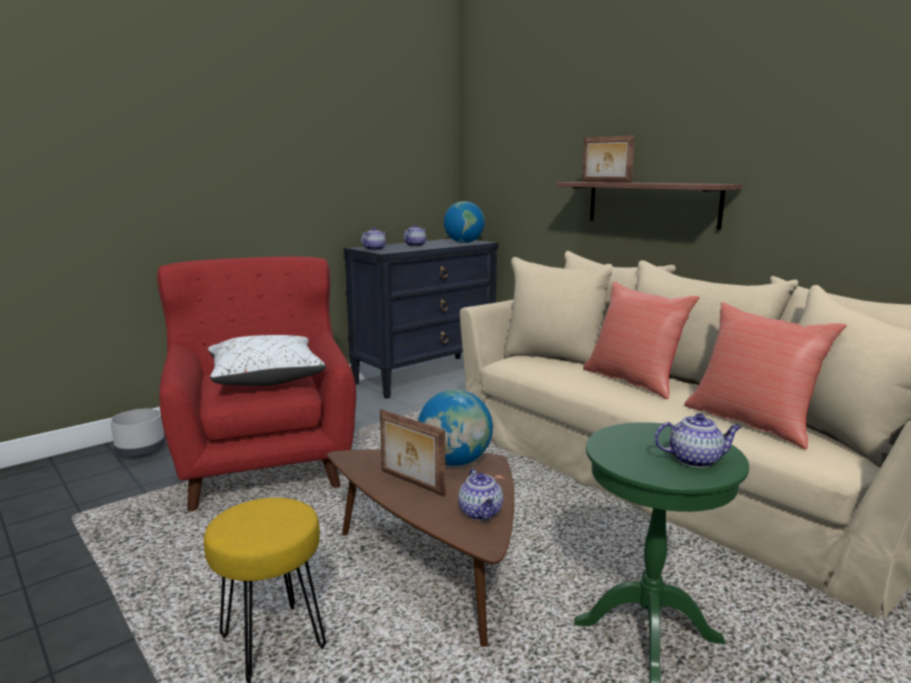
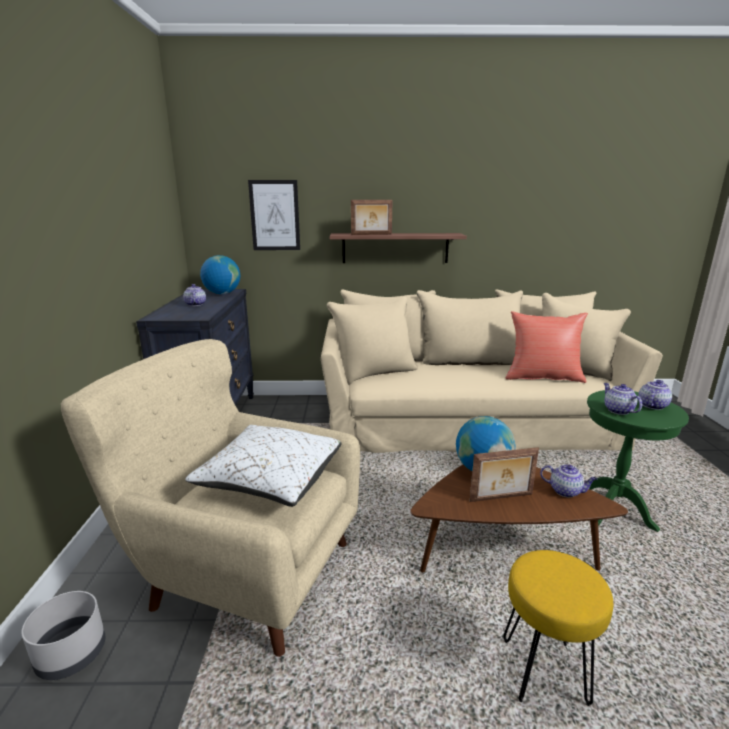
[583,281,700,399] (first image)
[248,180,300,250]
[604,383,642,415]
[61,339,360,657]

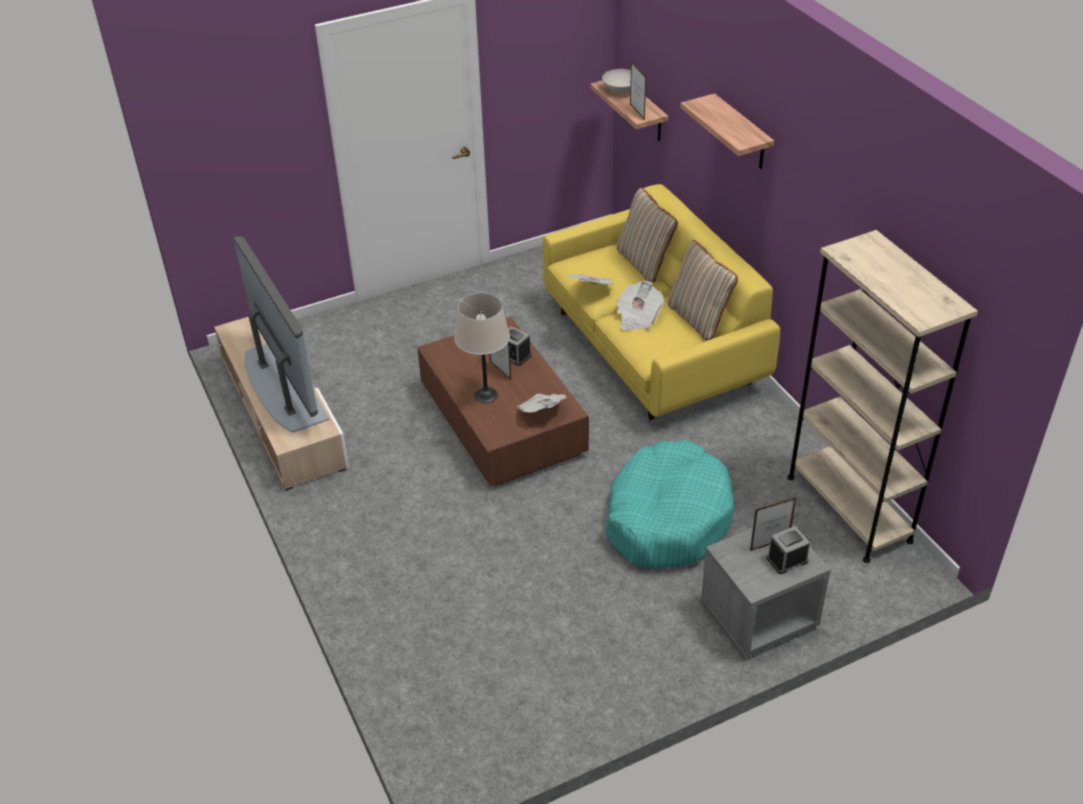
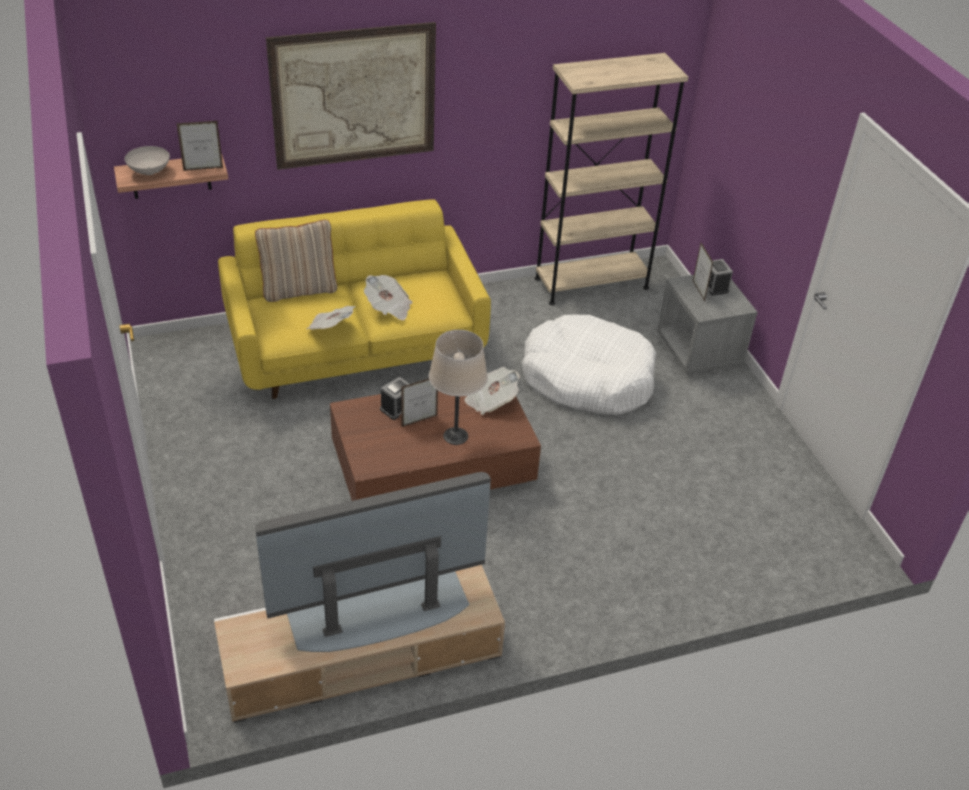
[667,240,738,341] (first image)
[266,22,436,170]
[522,315,656,415]

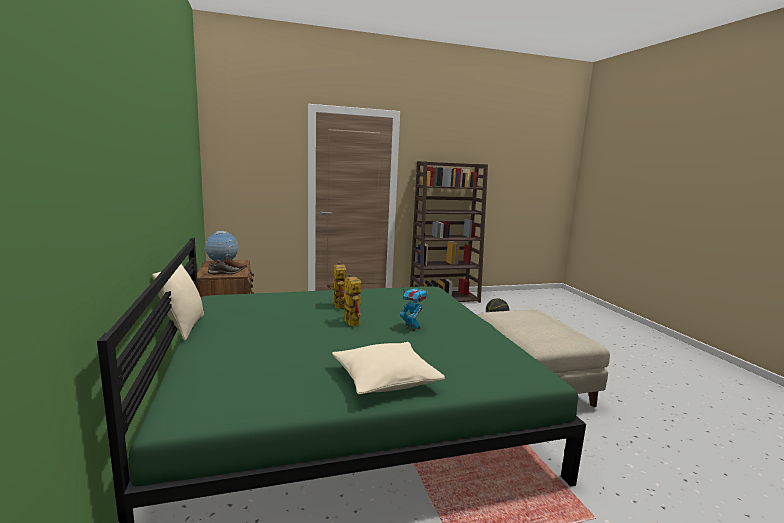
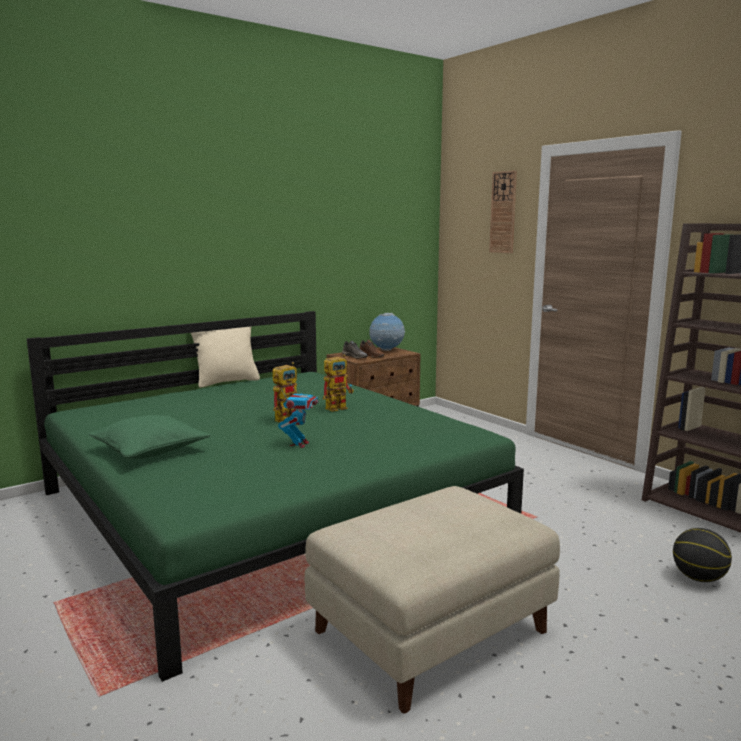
[489,170,517,253]
[89,415,211,459]

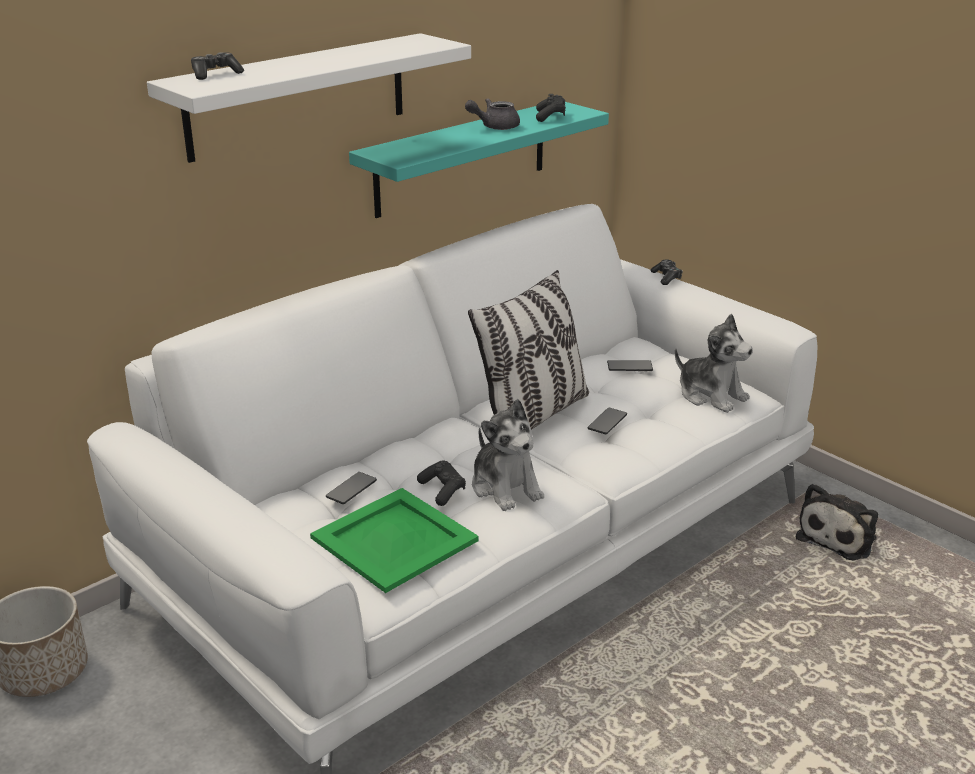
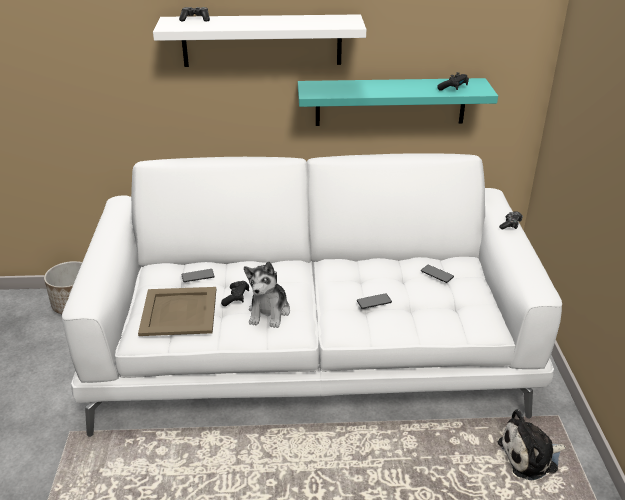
[465,98,520,130] (first image)
[468,270,589,430] (first image)
[675,314,753,413] (first image)
[138,287,216,336]

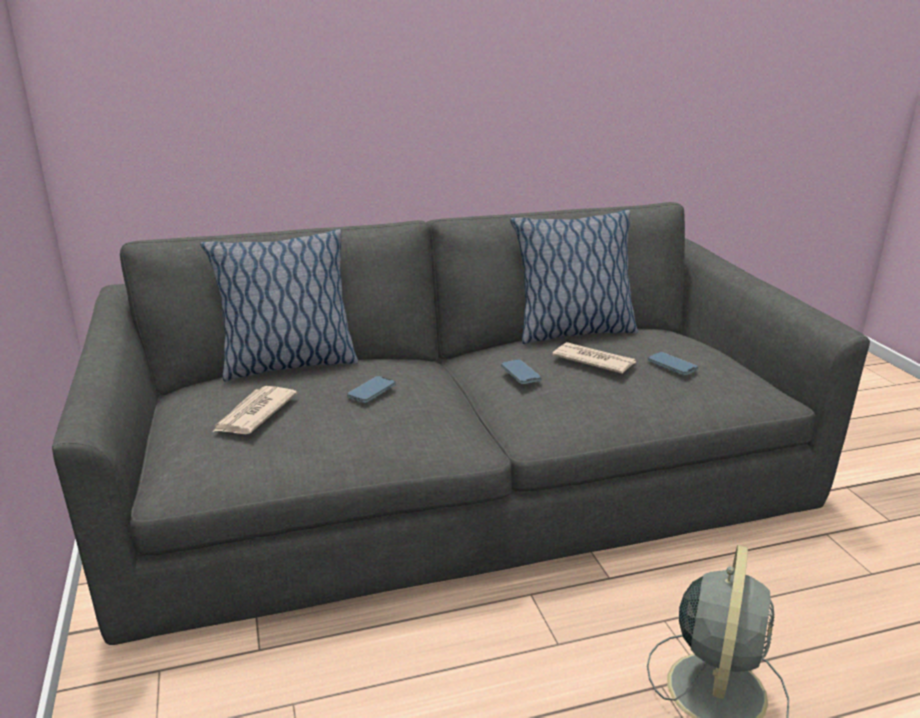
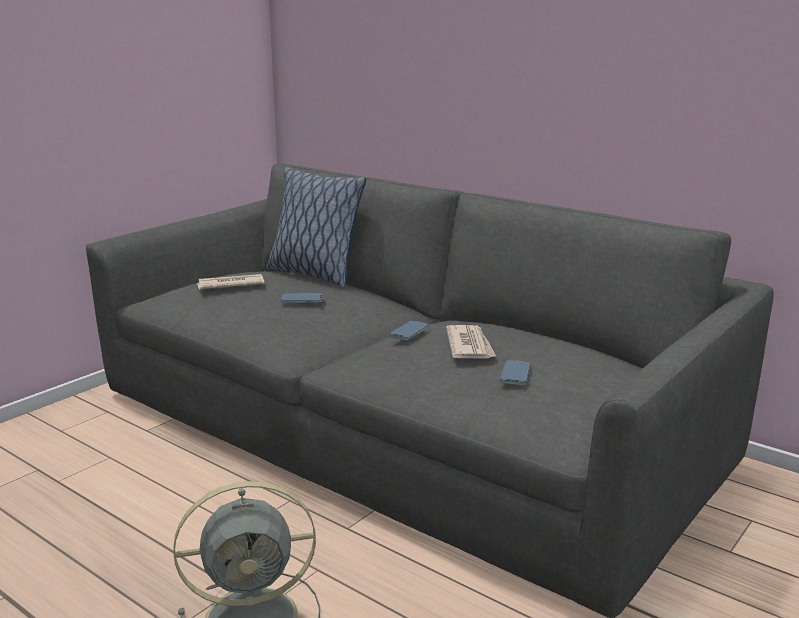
[510,210,638,344] (first image)

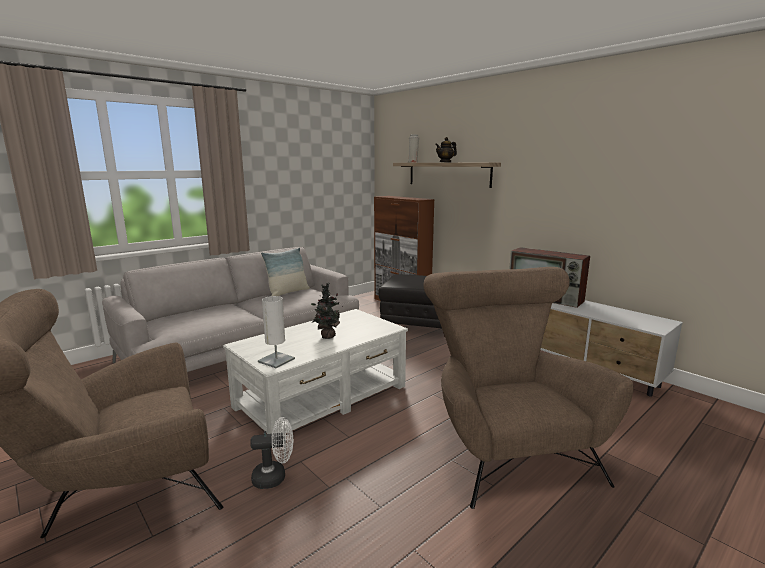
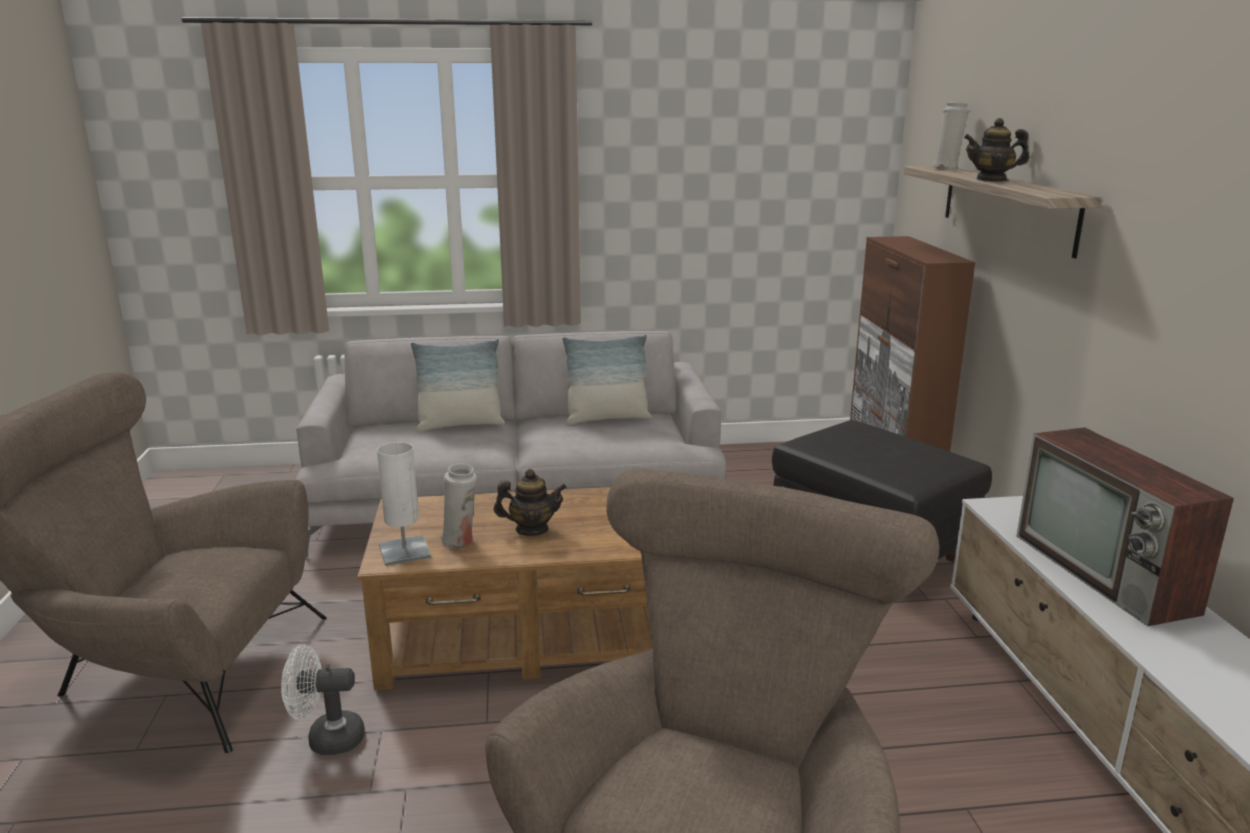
[411,339,505,432]
[441,463,477,548]
[494,469,567,536]
[358,487,652,690]
[281,645,365,755]

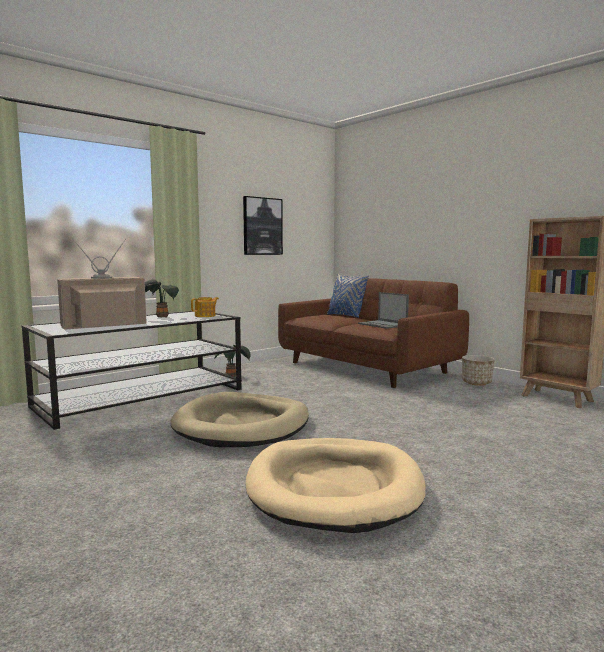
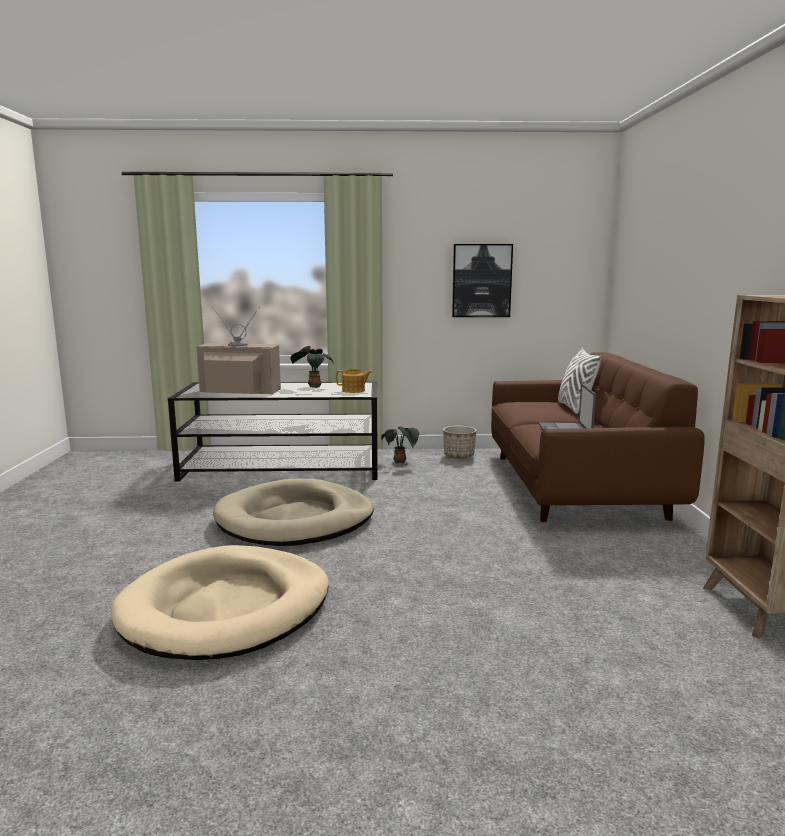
[443,426,476,459]
[558,347,601,414]

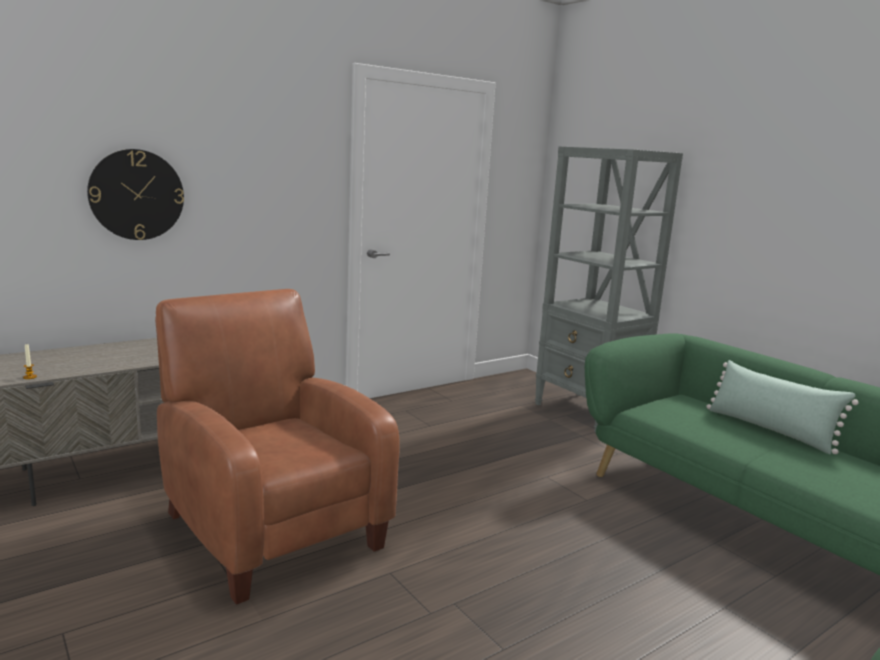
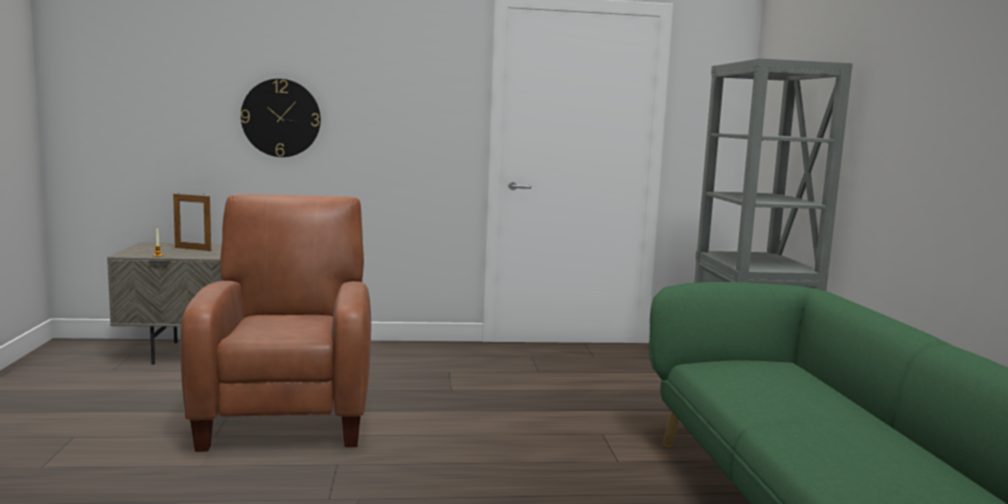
[706,360,859,454] (first image)
[173,192,211,251]

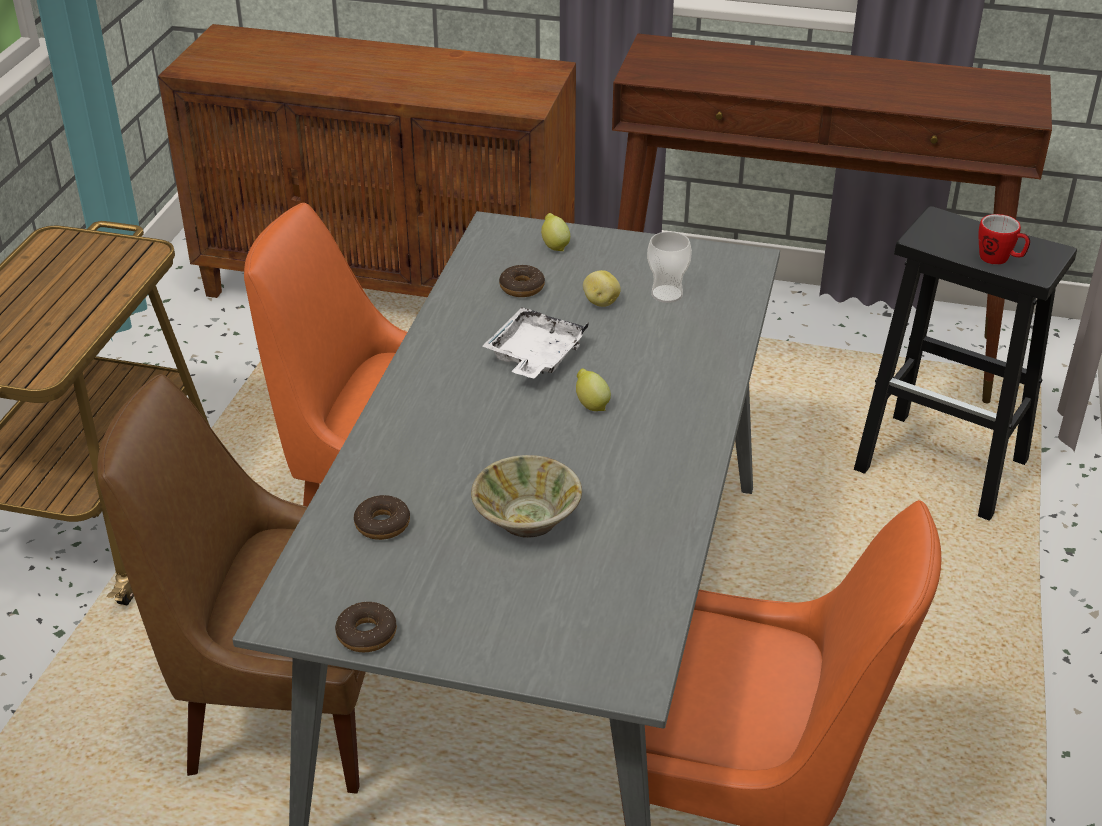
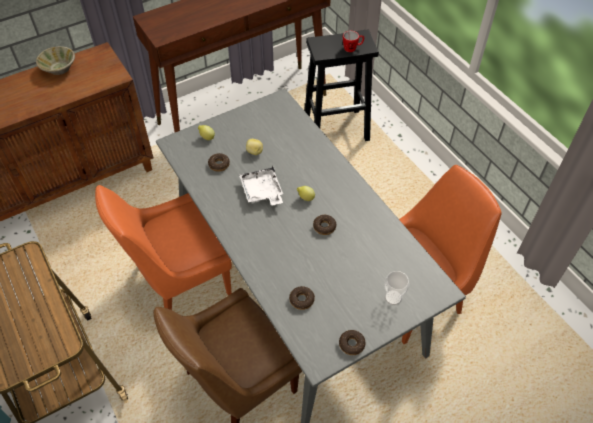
[313,215,336,235]
[36,46,75,75]
[384,271,409,305]

